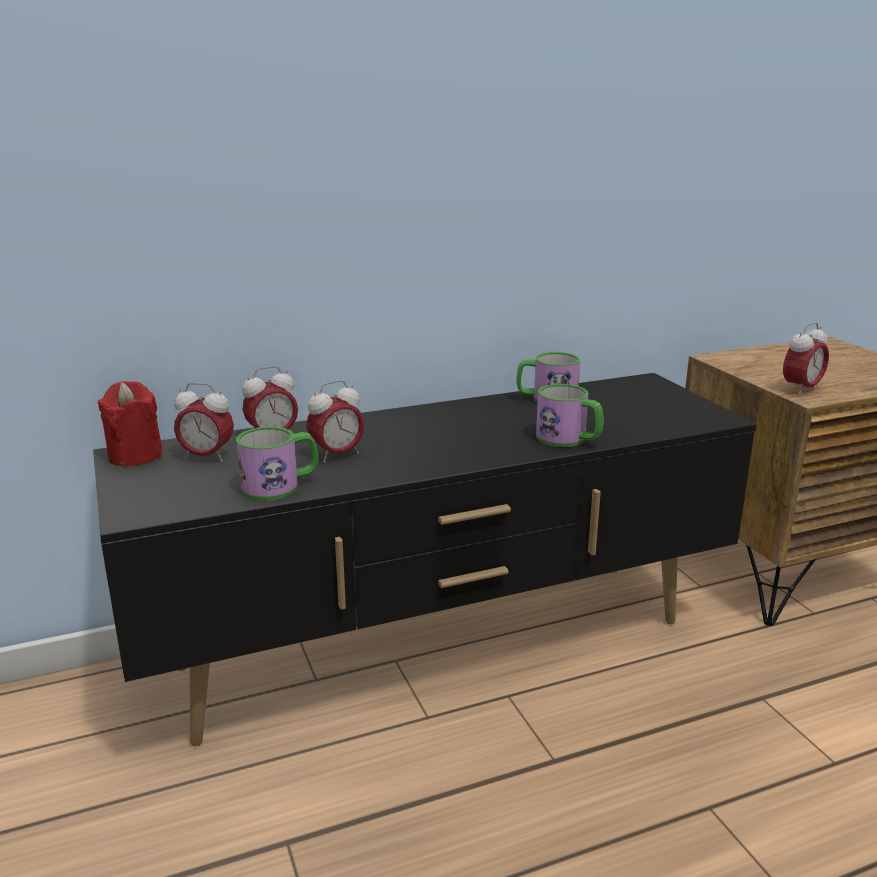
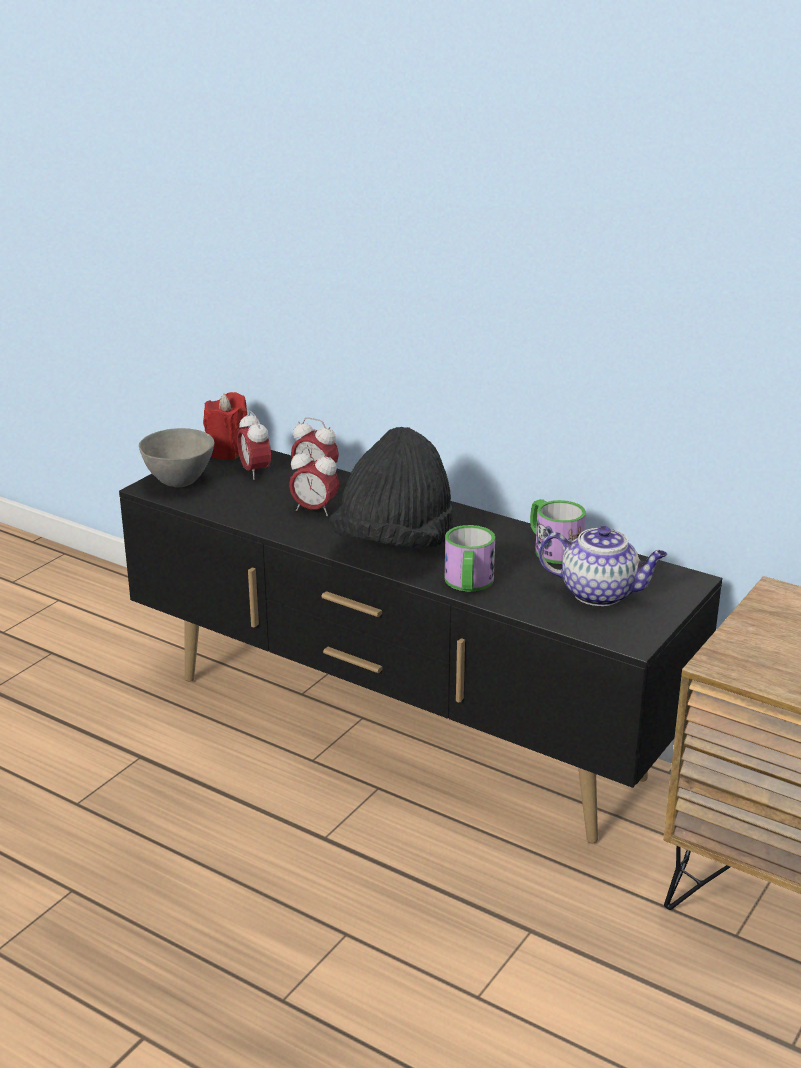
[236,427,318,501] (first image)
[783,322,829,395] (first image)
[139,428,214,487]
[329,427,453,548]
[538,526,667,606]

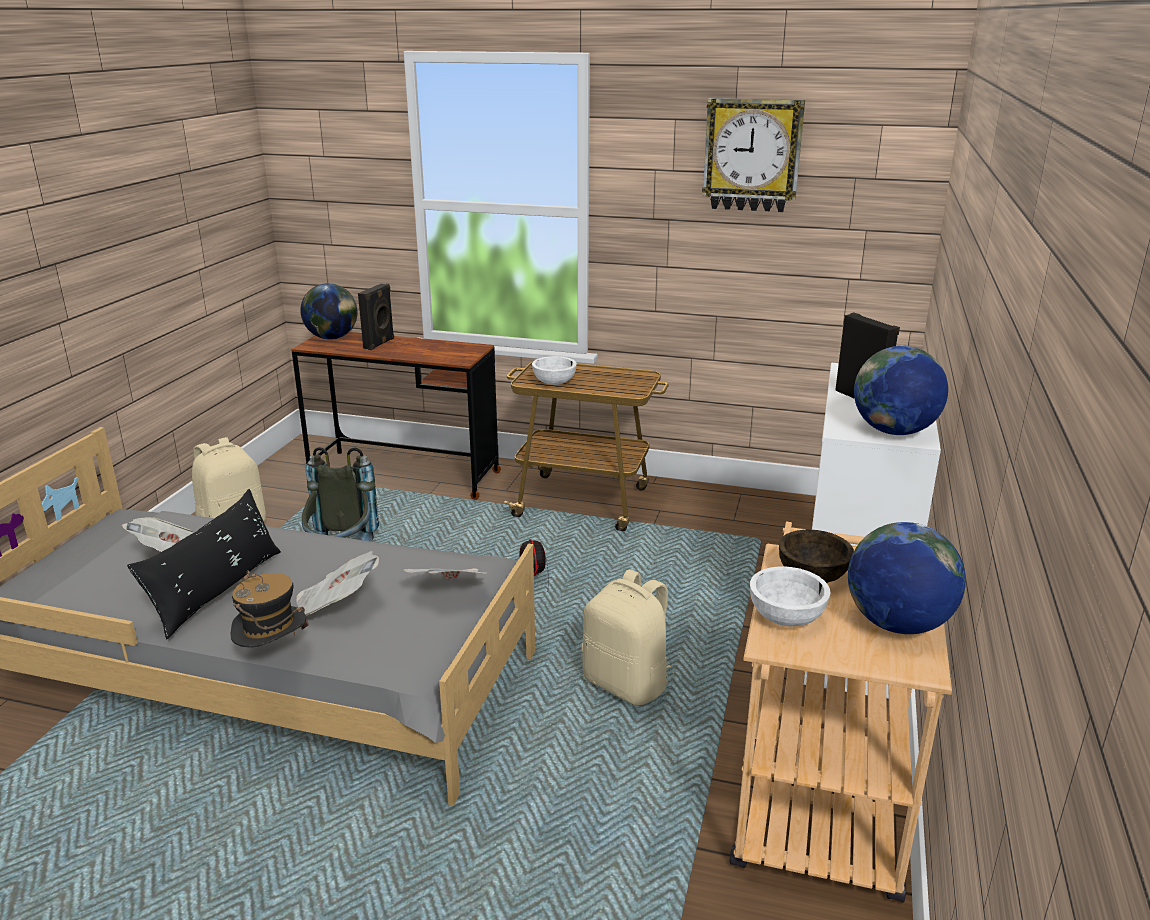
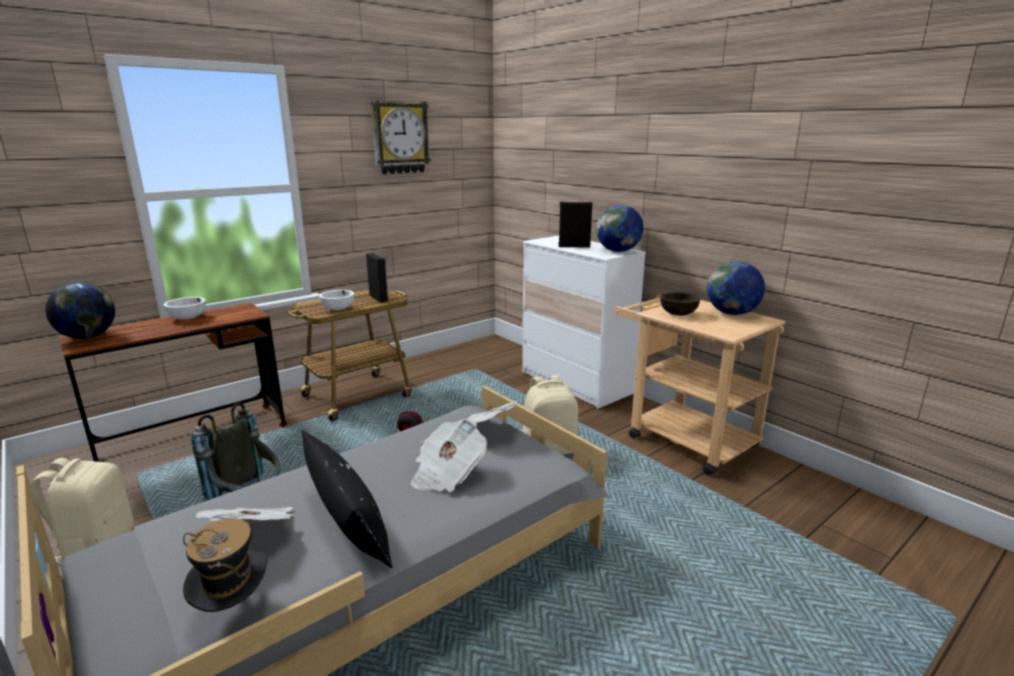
[183,518,267,612]
[366,253,388,303]
[163,297,206,320]

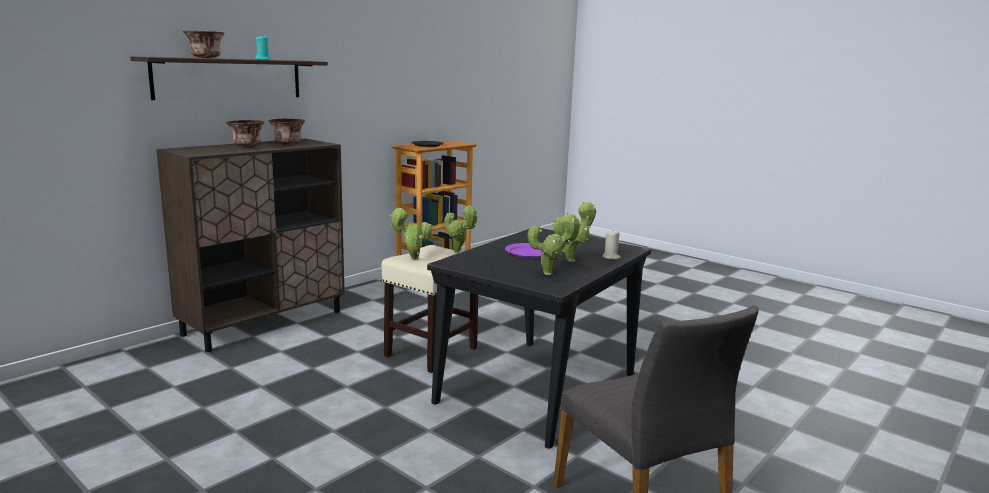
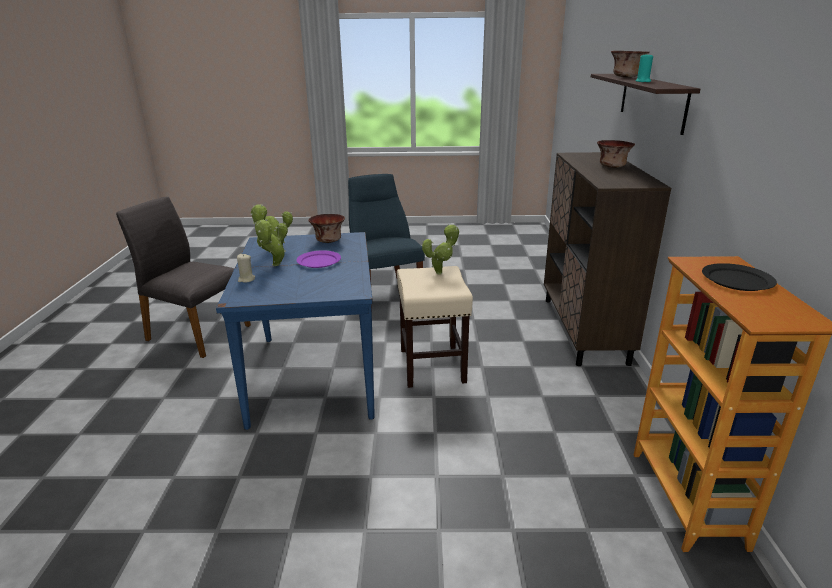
[444,205,478,253] (first image)
[348,174,425,281]
[308,214,345,243]
[216,232,375,430]

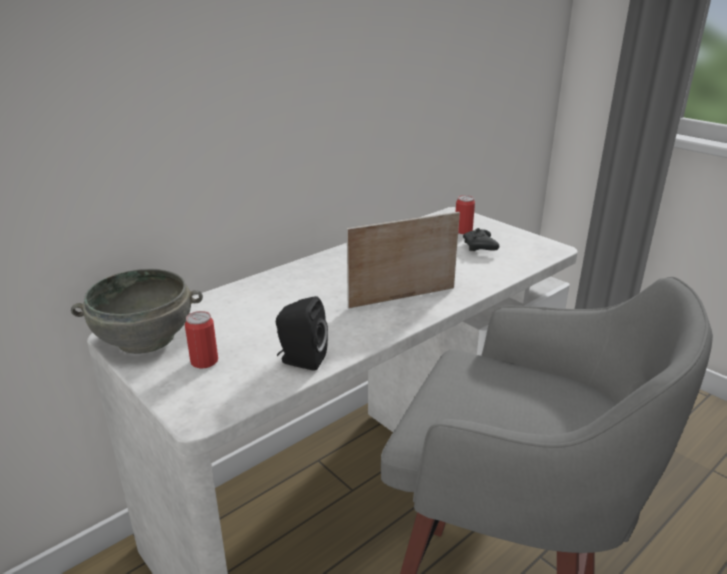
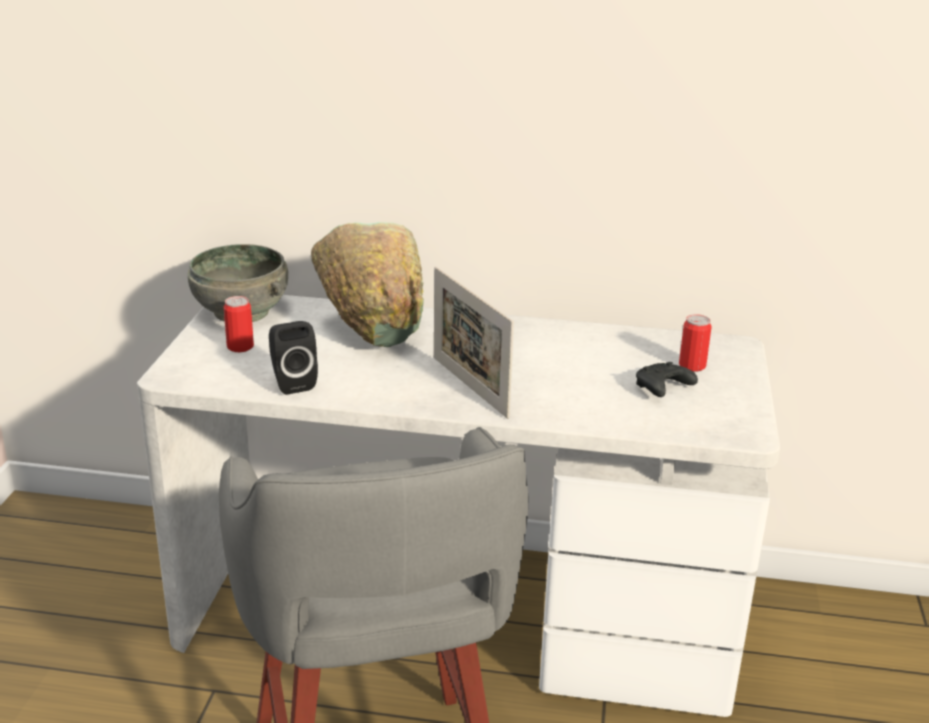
[311,222,424,347]
[434,267,514,419]

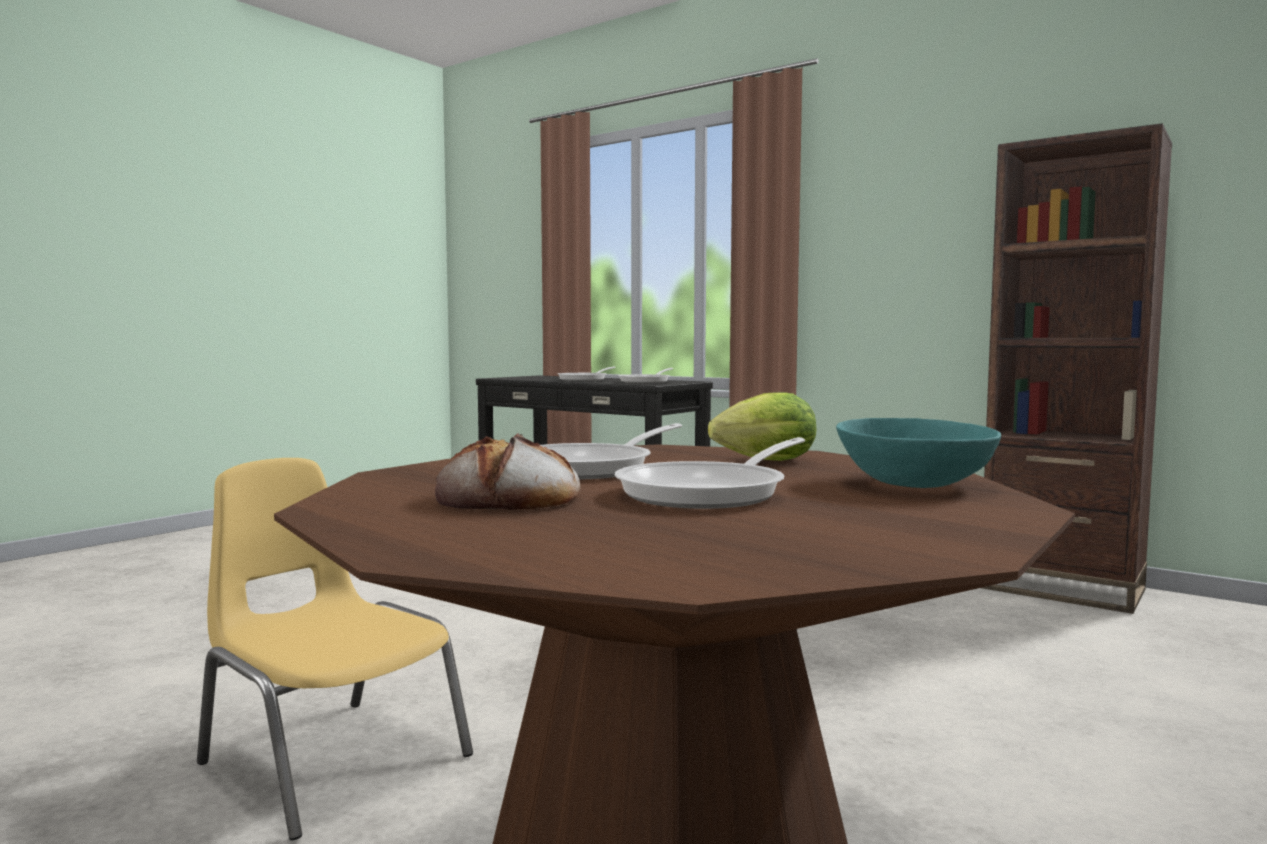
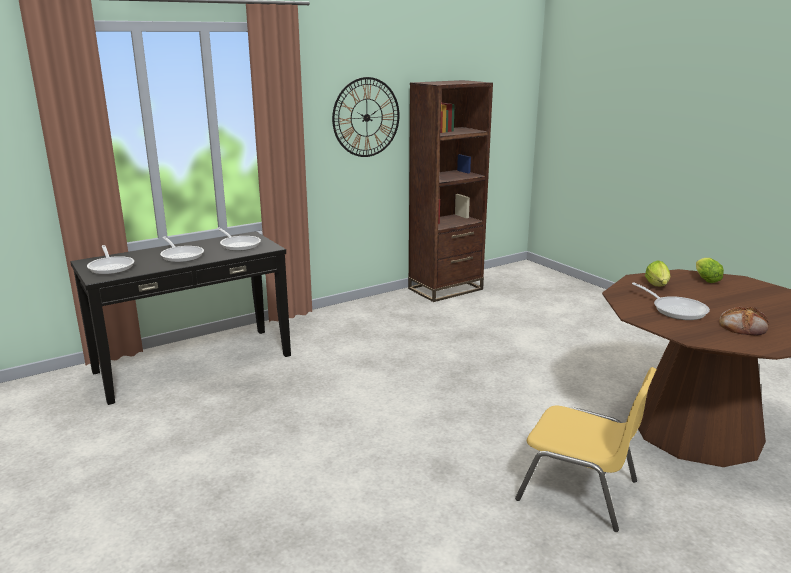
[332,77,400,157]
[87,245,134,275]
[696,258,724,283]
[515,367,657,532]

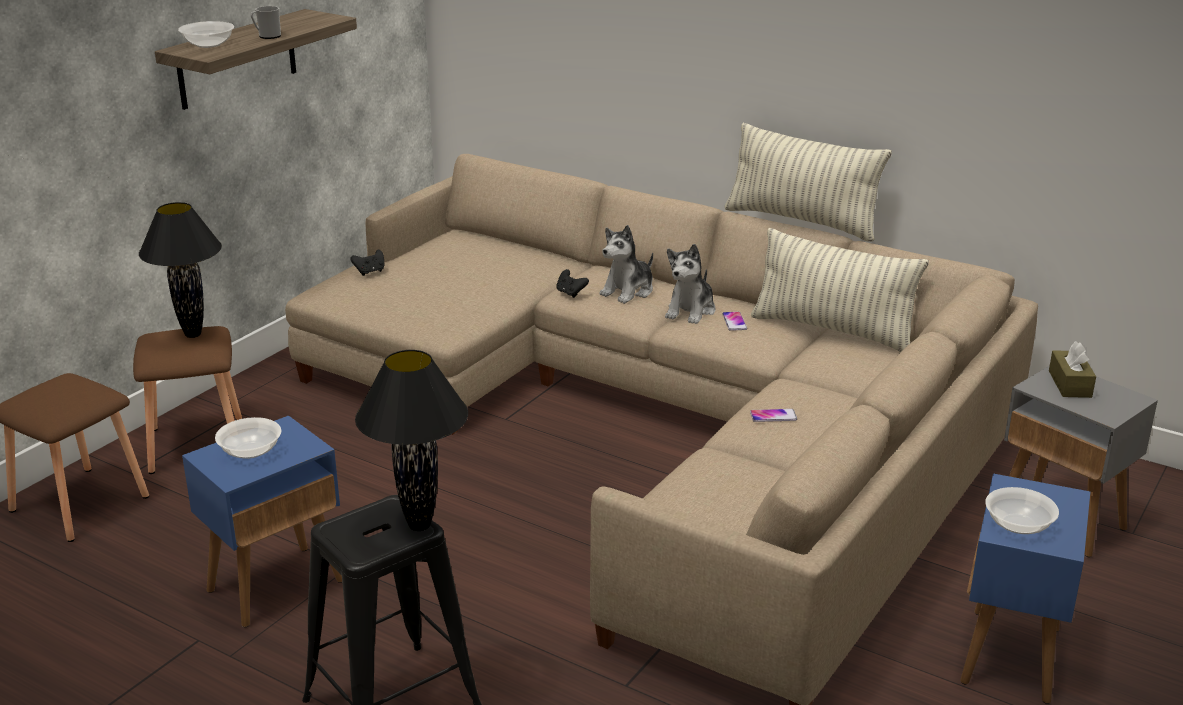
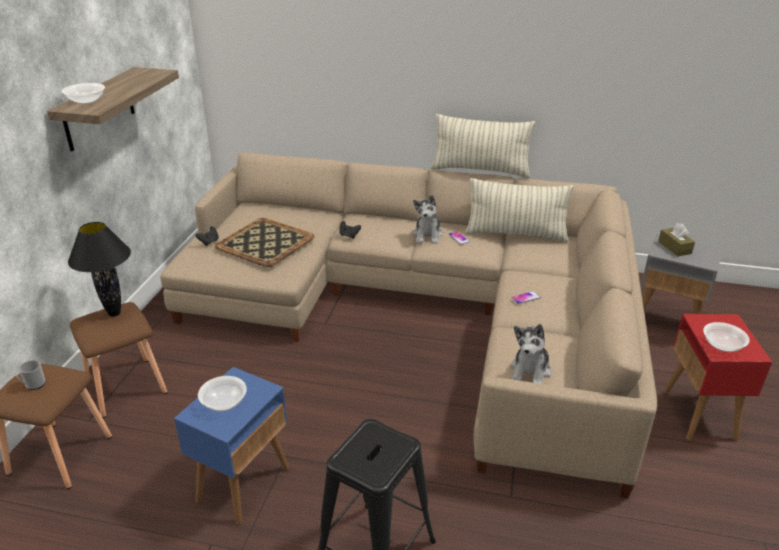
[355,350,468,531] (first image)
[215,218,314,267]
[16,360,46,390]
[510,324,551,384]
[664,314,772,441]

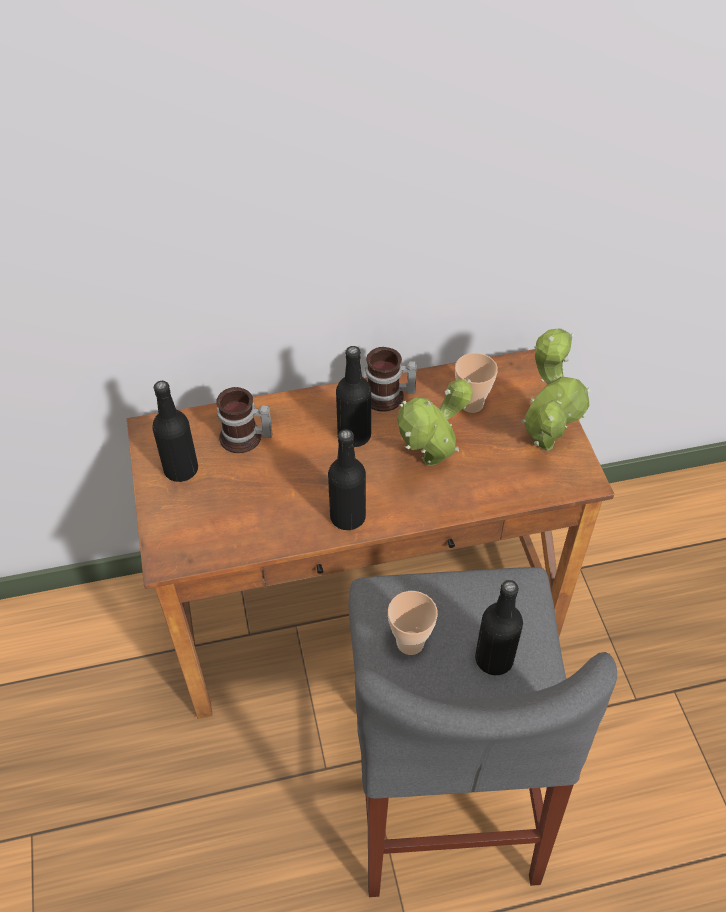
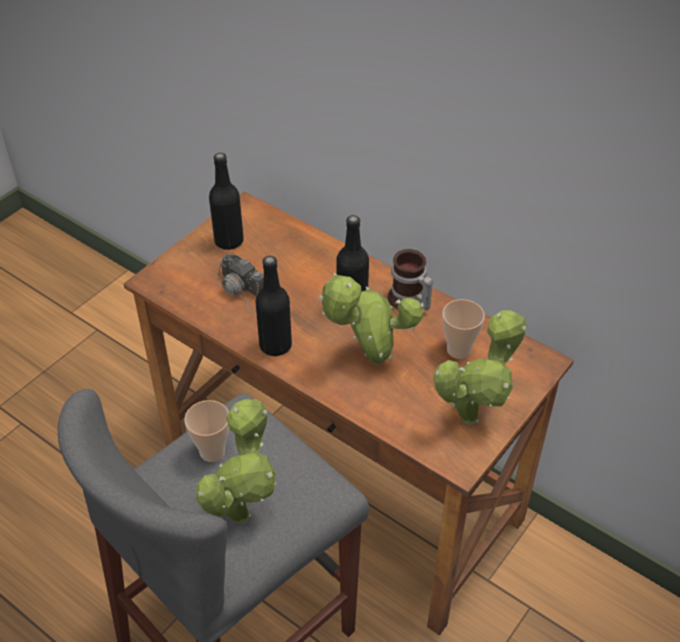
[216,387,272,453] (first image)
[214,254,264,313]
[196,399,276,523]

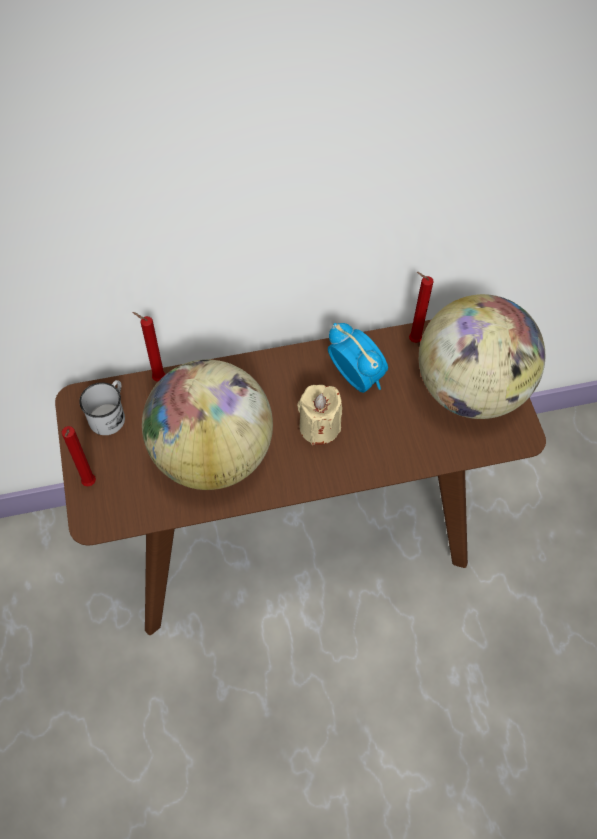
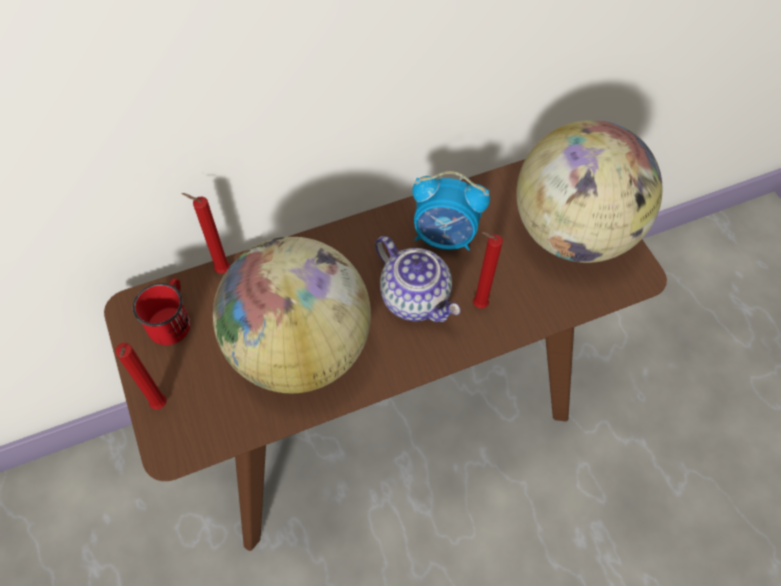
[473,232,503,309]
[375,236,460,322]
[133,279,190,345]
[412,171,490,251]

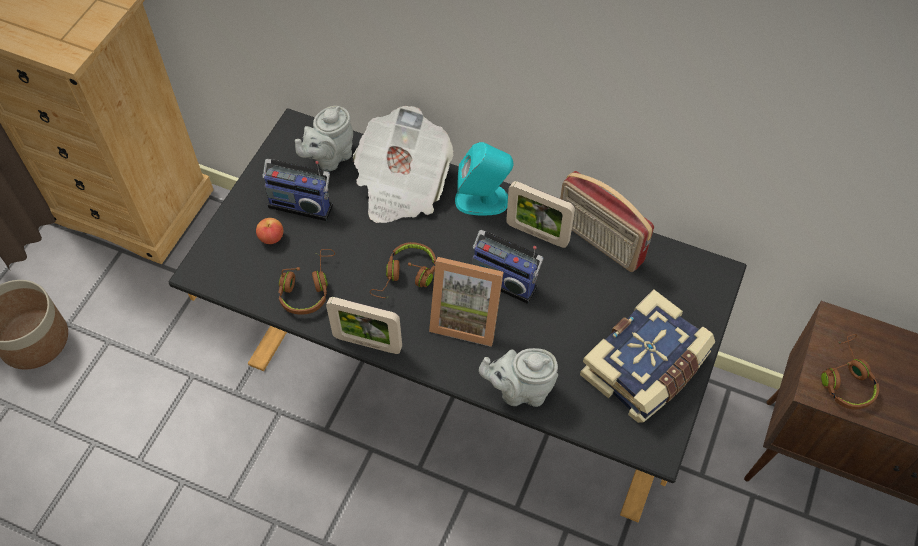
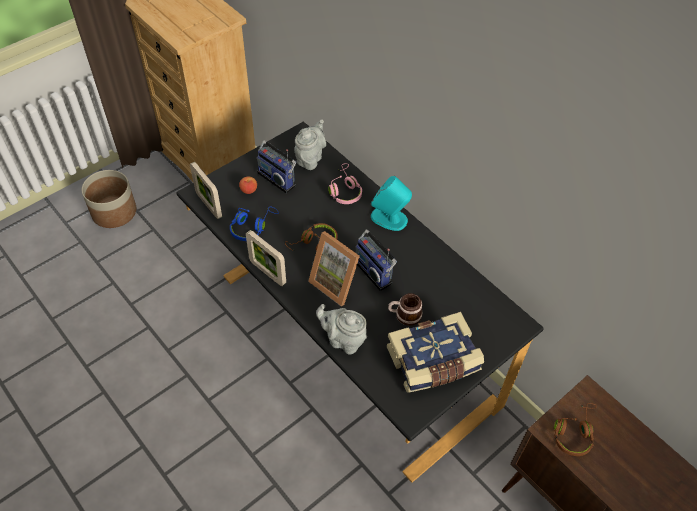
[560,171,654,272] (first image)
[388,293,423,326]
[190,162,222,219]
[328,163,362,204]
[230,207,278,241]
[294,120,326,170]

